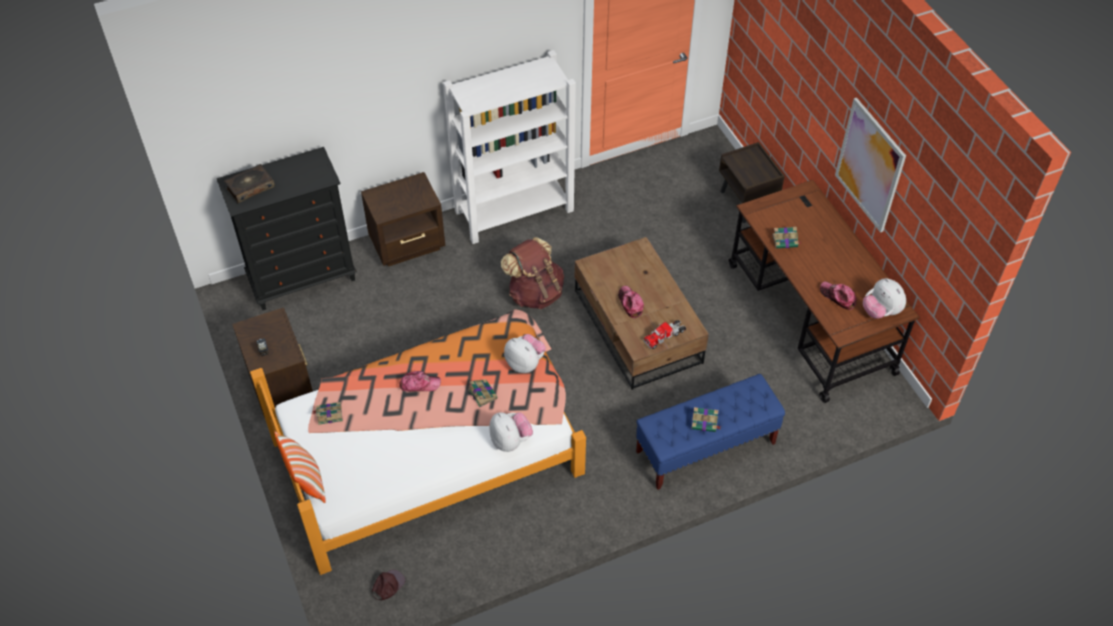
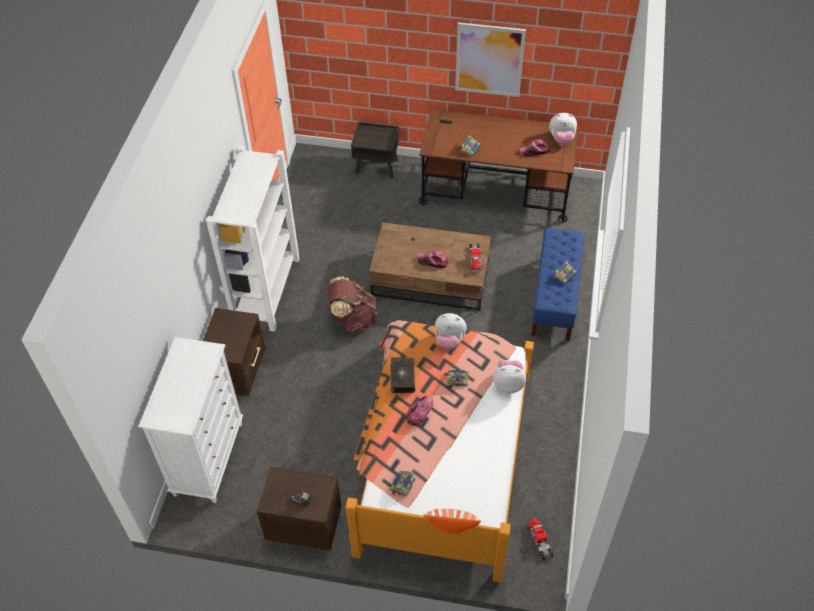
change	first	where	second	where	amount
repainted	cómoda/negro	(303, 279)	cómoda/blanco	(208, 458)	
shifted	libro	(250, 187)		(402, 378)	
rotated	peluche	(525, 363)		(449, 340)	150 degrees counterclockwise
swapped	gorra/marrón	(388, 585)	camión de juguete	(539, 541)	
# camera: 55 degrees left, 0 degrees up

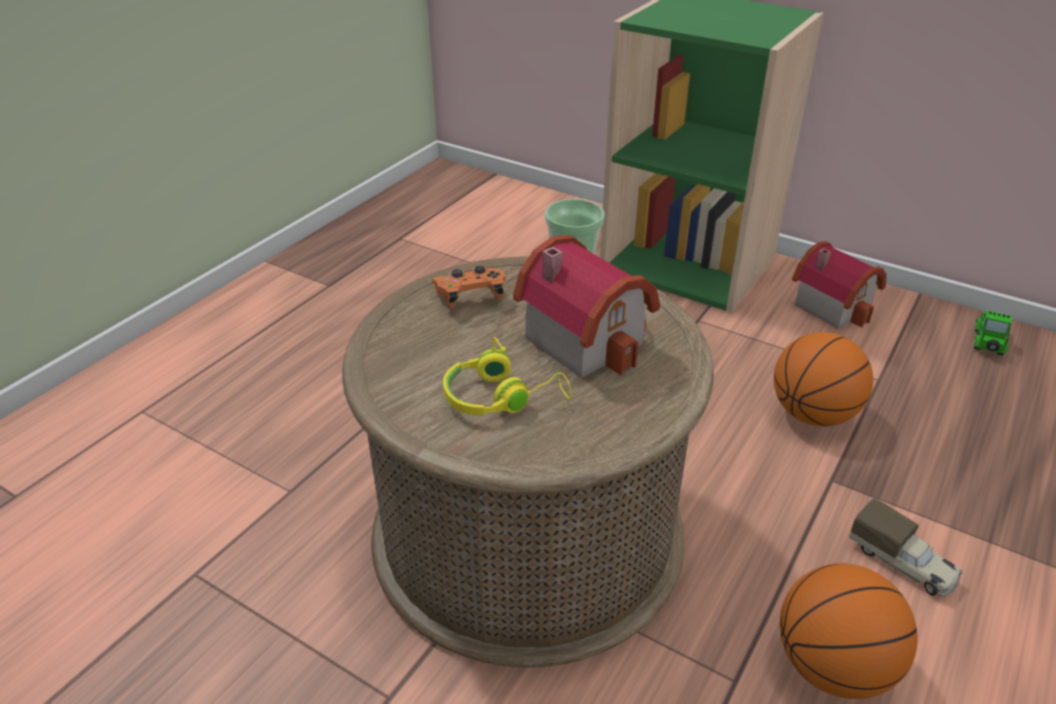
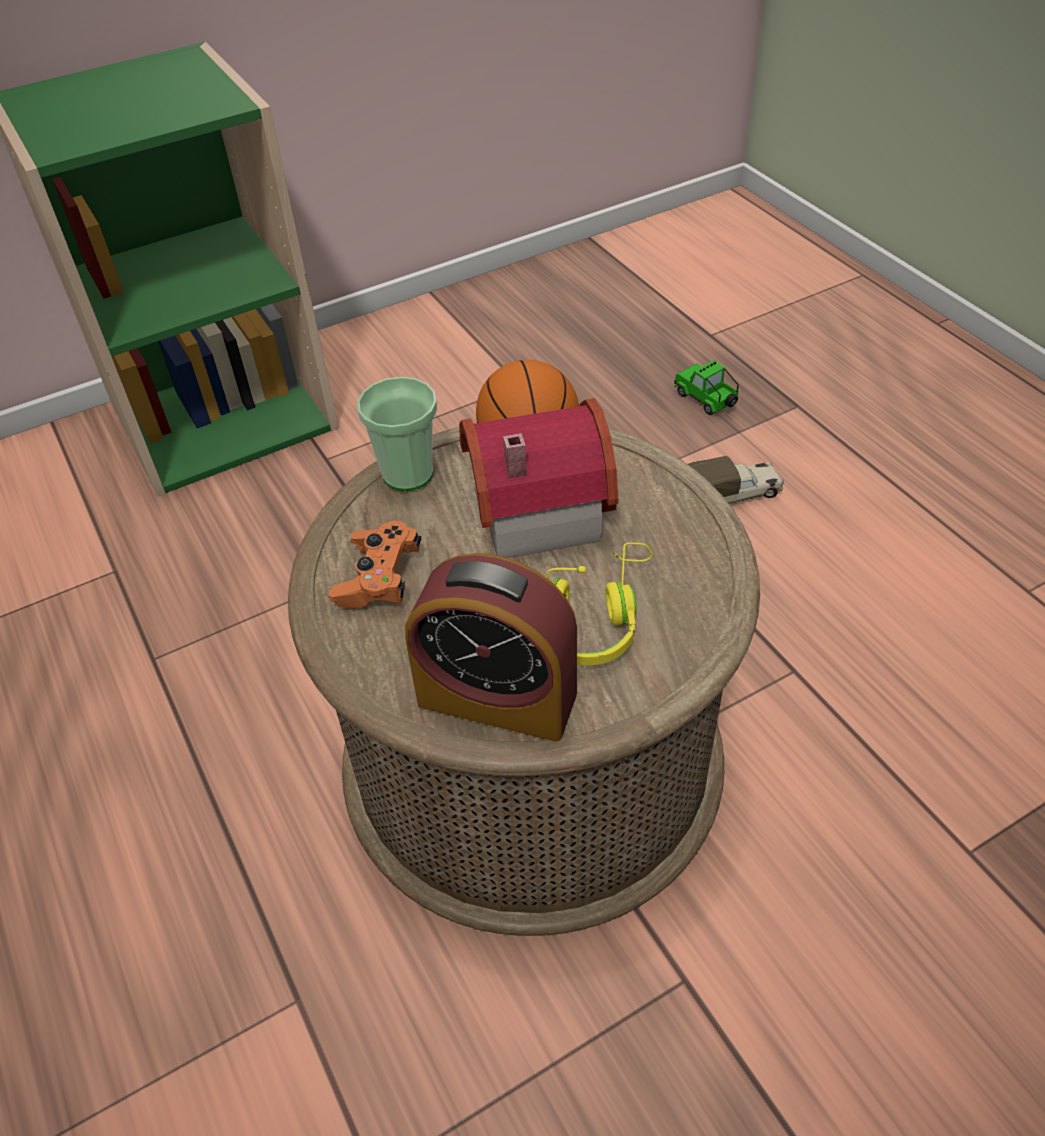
change	first	where	second	where	amount
new			despertador	(497, 698)	
shifted	coche de juguete	(988, 343)		(707, 400)	
gone	balón de baloncesto	(832, 666)			
gone	casita	(833, 304)			
# camera: 60 degrees left, 10 degrees up

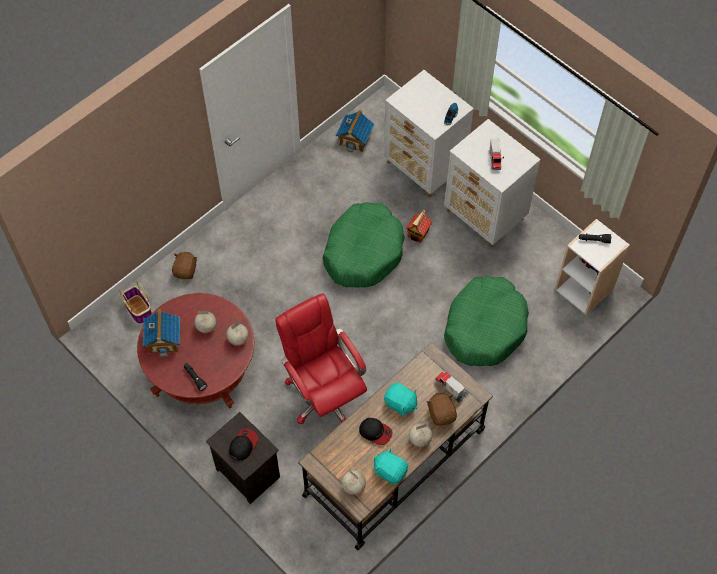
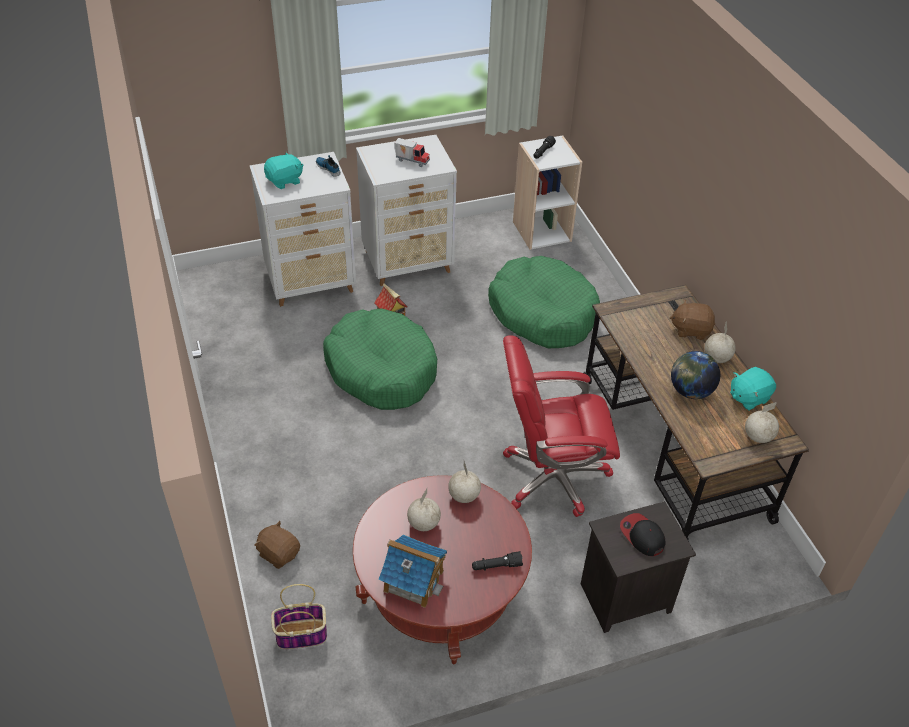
change	first	where	second	where	amount
shifted	peluche/turquesa	(400, 403)		(285, 181)	
swapped	gorra	(375, 432)	globo terráqueo	(690, 391)	
gone	casita	(355, 139)			
gone	camión de juguete	(448, 388)			
# camera: 65 degrees left, 15 degrees down

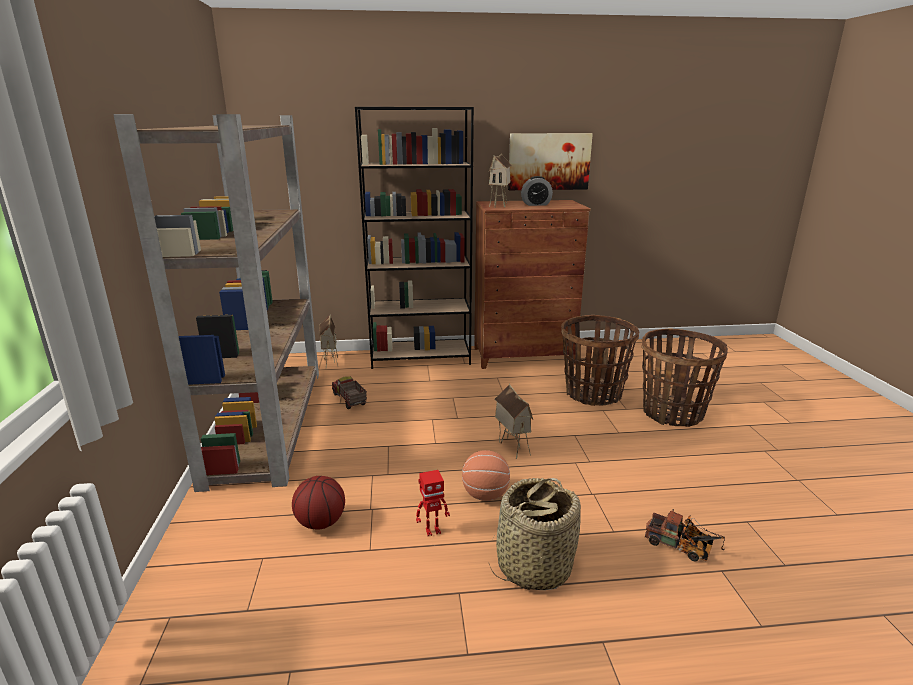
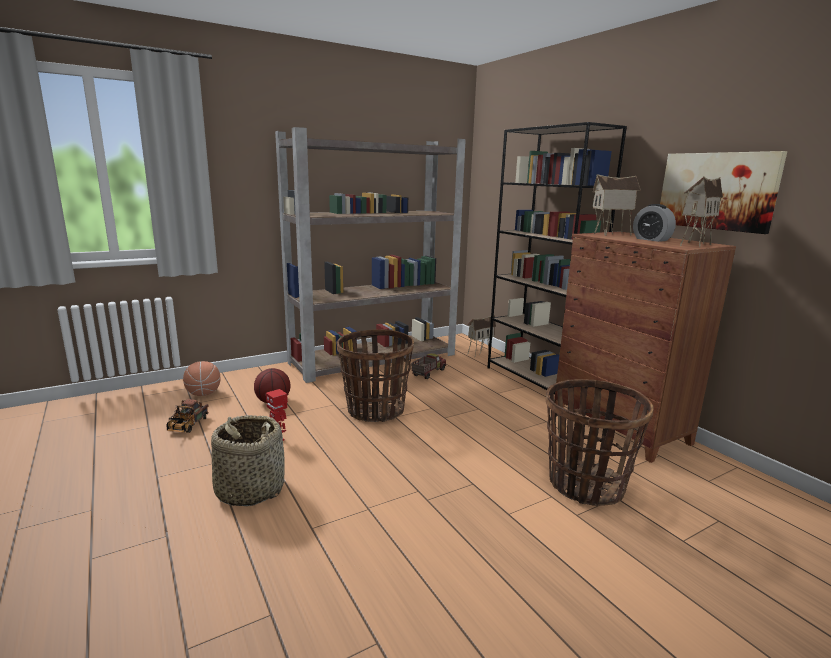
change	first	where	second	where	amount
shifted	camión de juguete	(681, 547)		(186, 426)	
shifted	balón de baloncesto	(485, 494)		(203, 394)	
shifted	cesta	(672, 413)		(375, 410)	
shifted	casita	(512, 447)		(693, 244)	
# camera: 65 degrees right, 5 degrees down

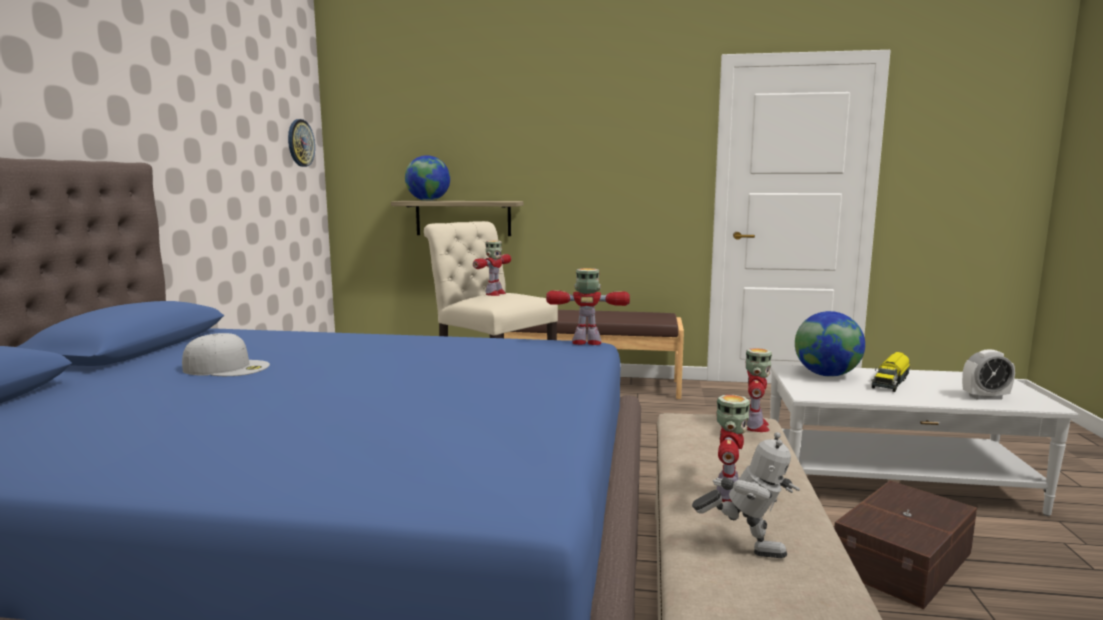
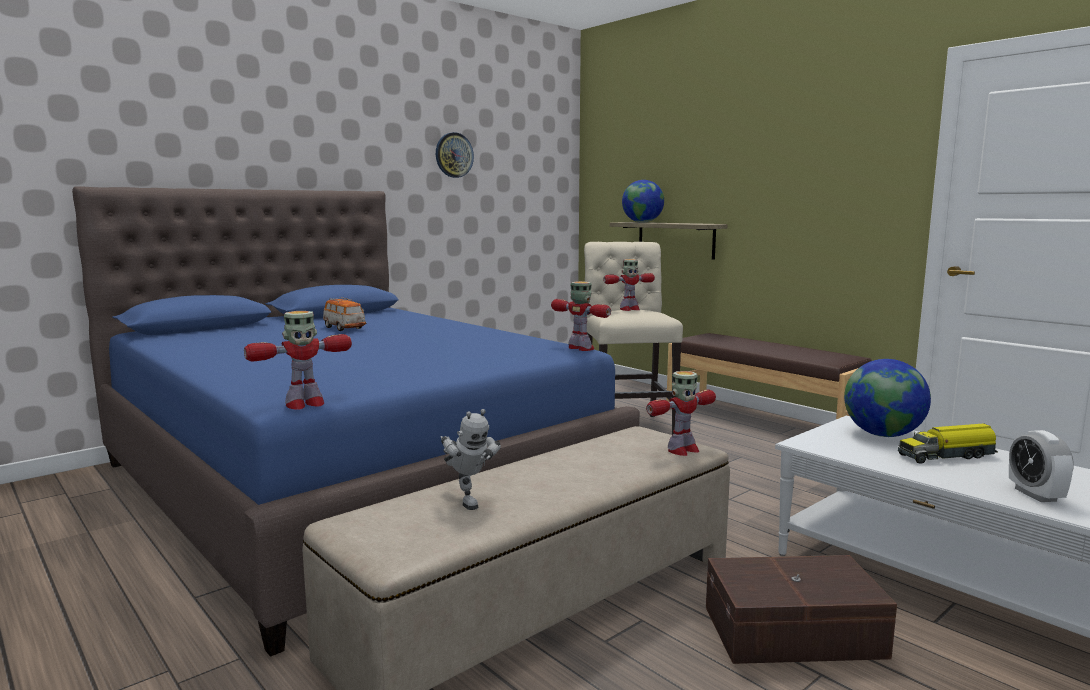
change	first	where	second	where	amount
shifted	robot de juguete	(729, 494)		(304, 404)	
swapped	gorra/blanco	(227, 367)	coche de juguete	(344, 328)	
shifted	reloj de pared	(300, 143)		(454, 155)	
rotated	despertador	(985, 397)		(1035, 495)	45 degrees clockwise
# camera: 40 degrees right, 0 degrees up

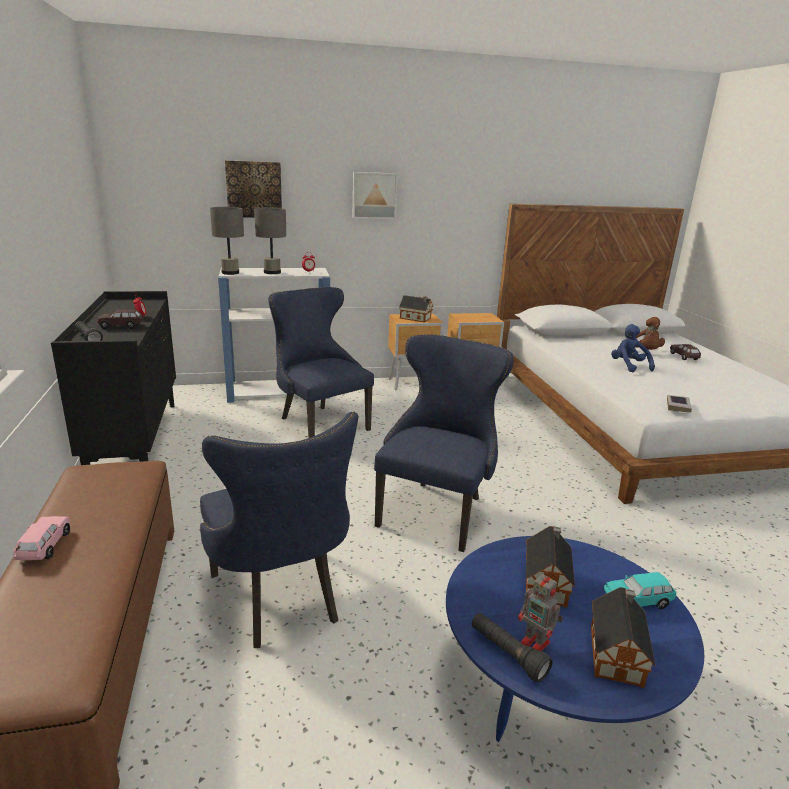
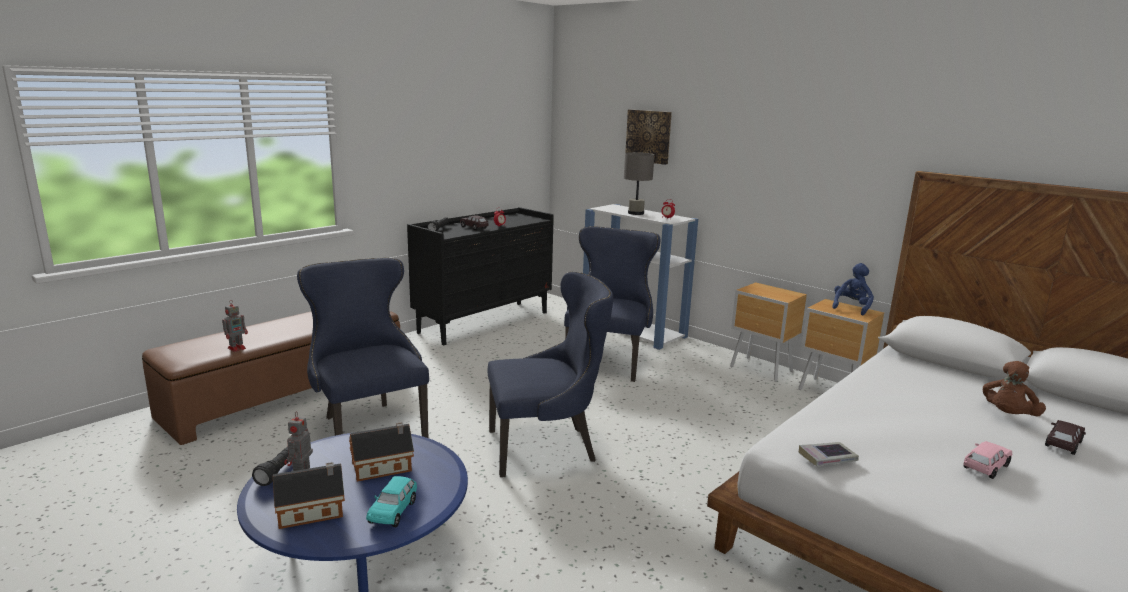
change	first	where	second	where	amount
new			robot de juguete	(237, 348)	
rotated	silla/azul	(280, 598)		(369, 427)	120 degrees clockwise
rotated	coche de juguete/turquesa	(637, 601)		(393, 511)	120 degrees counterclockwise
shifted	peluche/azul	(628, 366)		(851, 307)	
shifted	coche de juguete/rosa	(44, 546)		(985, 467)	
gone	lámpara de mesa/gris	(230, 273)			
gone	cuadro	(374, 195)			
gone	casita	(416, 318)			
# camera: 55 degrees right, 5 degrees down

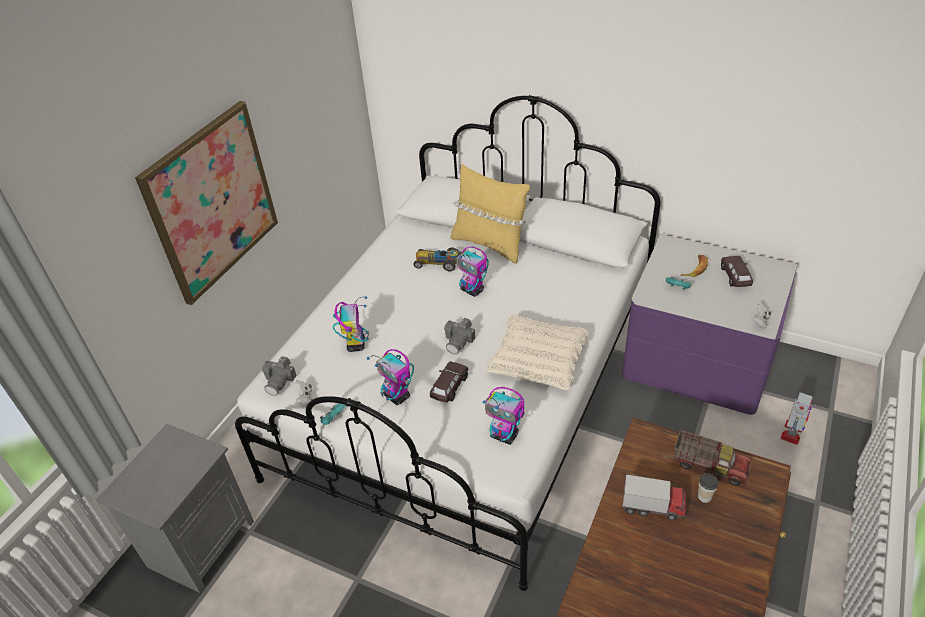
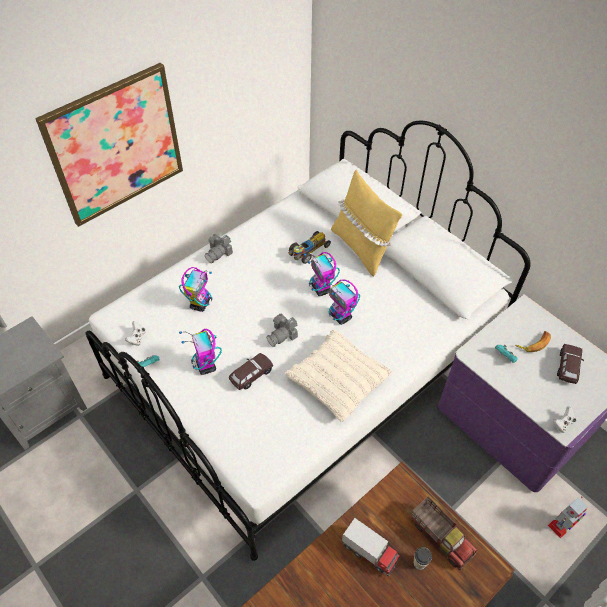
change	first	where	second	where	amount
shifted	cámara	(280, 381)		(219, 253)	
rotated	coche de juguete	(439, 263)		(308, 251)	105 degrees clockwise
shifted	robot de juguete	(505, 435)		(341, 317)	
# camera: 20 degrees right, 10 degrees up

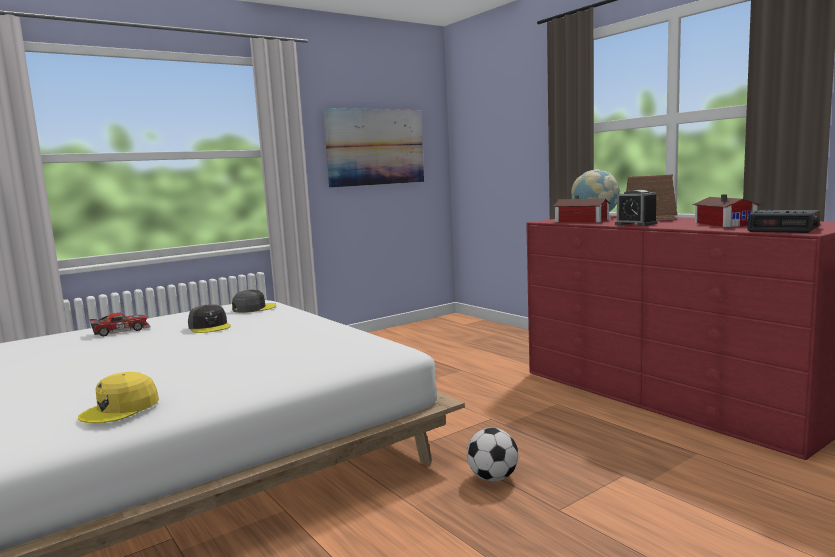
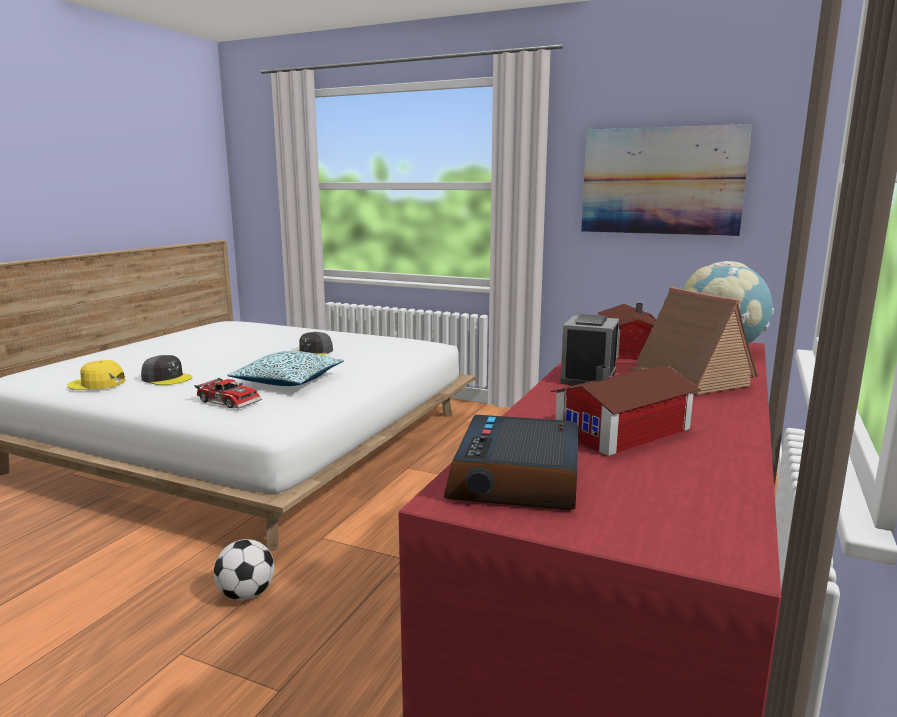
change	first	where	second	where	amount
shifted	gorra/gris	(254, 308)		(167, 378)	
shifted	coche de juguete	(121, 330)		(230, 400)	
new			cojín	(288, 381)	
# camera: 60 degrees right, 5 degrees up

